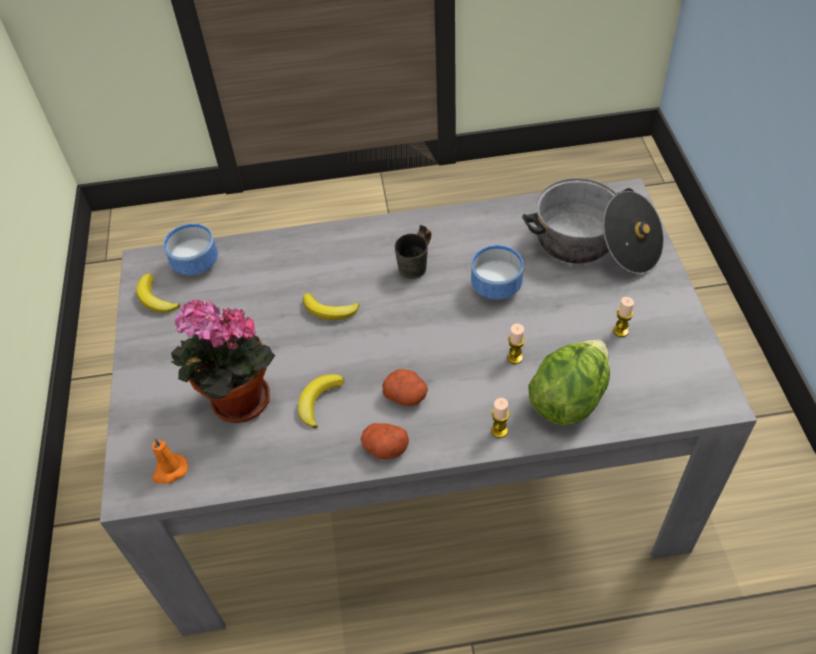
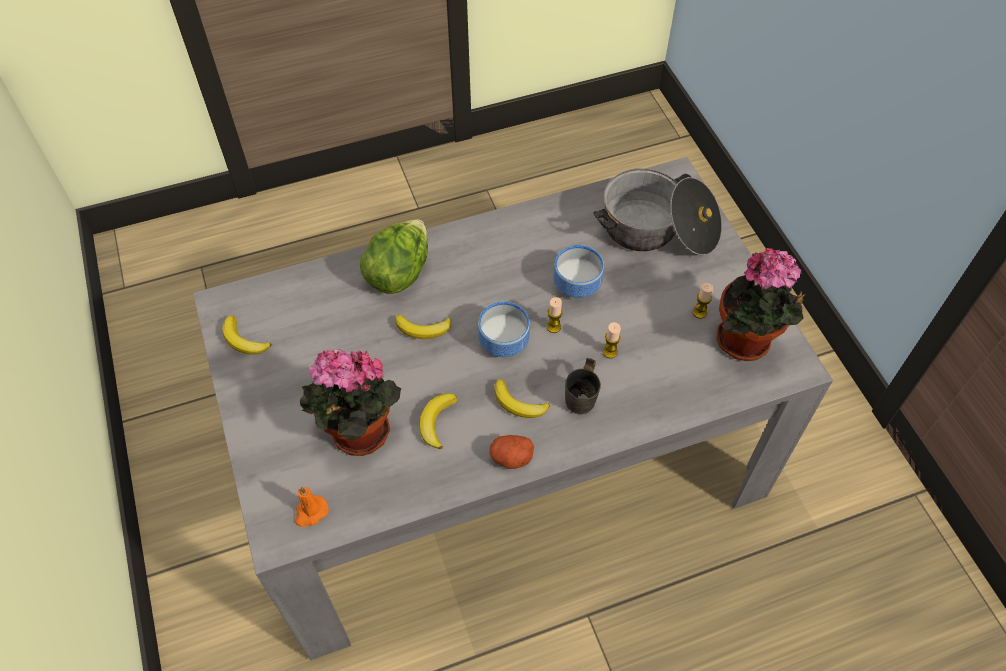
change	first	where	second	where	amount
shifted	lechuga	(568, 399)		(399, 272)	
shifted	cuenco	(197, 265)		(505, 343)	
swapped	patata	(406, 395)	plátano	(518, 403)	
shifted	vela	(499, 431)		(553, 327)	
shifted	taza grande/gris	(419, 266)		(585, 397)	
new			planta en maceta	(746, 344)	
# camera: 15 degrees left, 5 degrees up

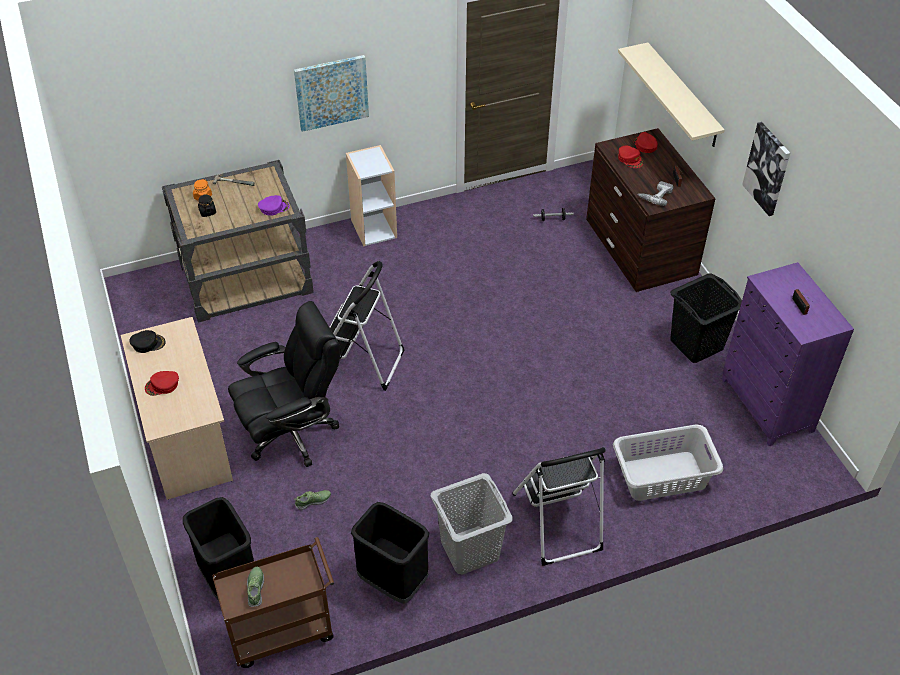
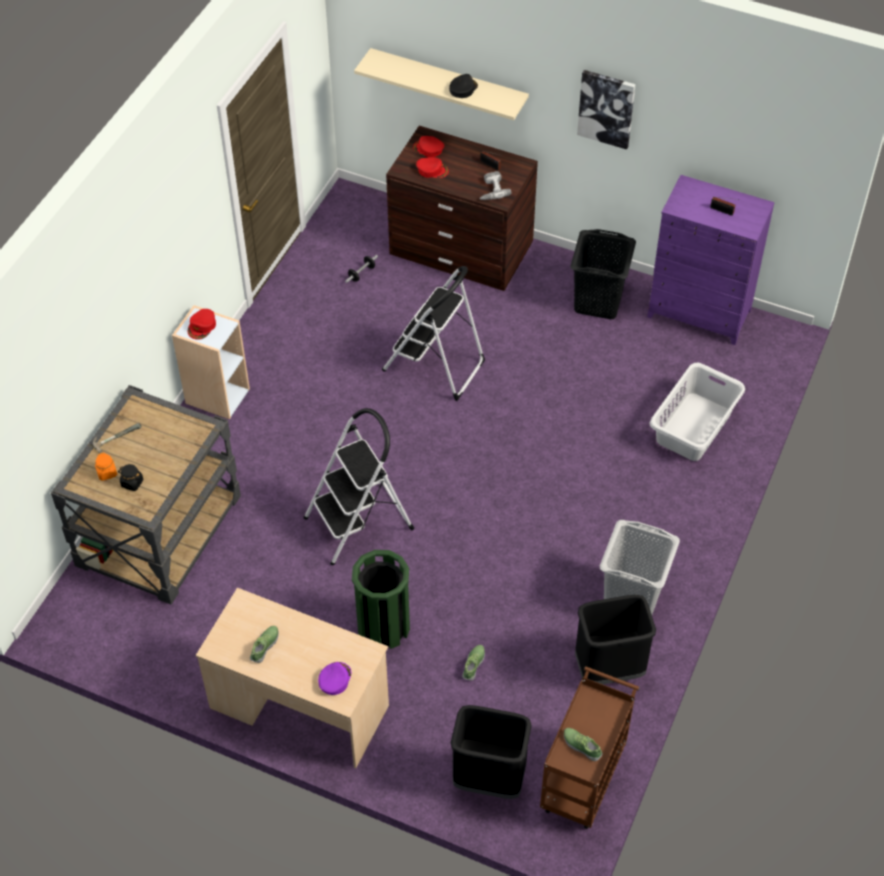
change	first	where	second	where	amount
shifted	gorra/rojo	(162, 385)		(202, 326)	
new			zapato	(265, 646)	
shifted	gorra/morado	(274, 207)		(334, 679)	
swapped	silla de oficina/negro	(291, 432)	papelera/verde	(383, 627)	
shifted	escalera de tijera	(557, 524)		(435, 367)	
shifted	gorra/negro	(148, 343)		(463, 89)	
gone	cuadro	(331, 92)			
# camera: 45 degrees left, 5 degrees up

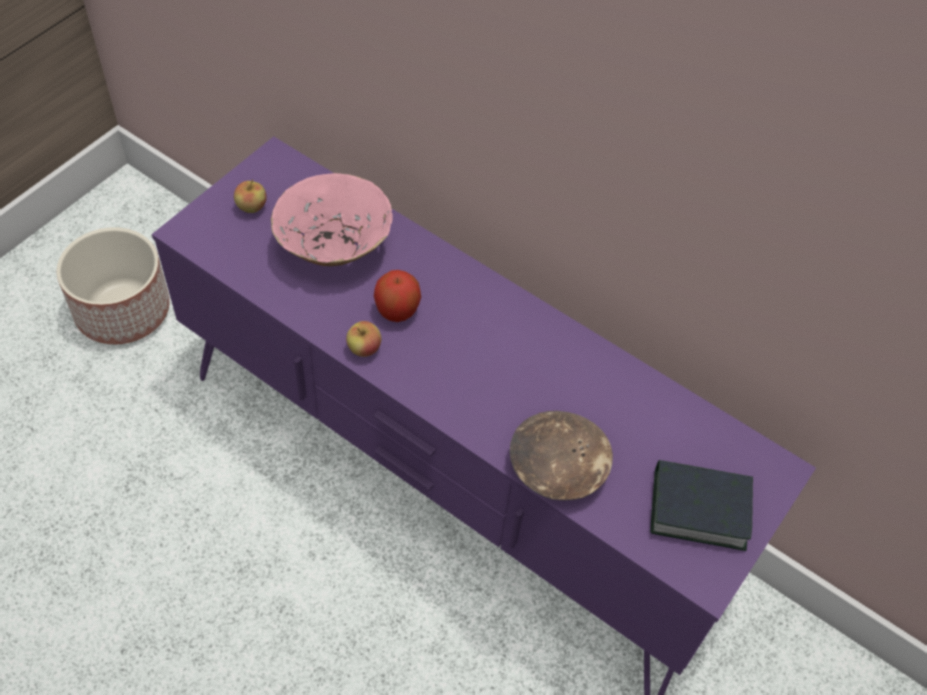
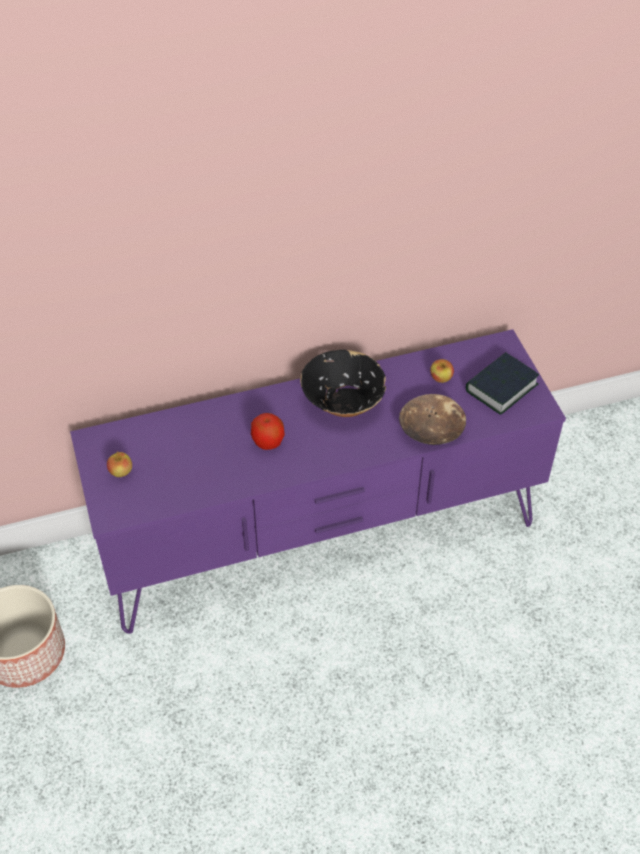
change	first	where	second	where	amount
new			cuenco/negro	(343, 403)	
shifted	manzana	(364, 349)		(441, 378)	
gone	cuenco/rosa	(333, 246)			
# camera: 50 degrees left, 5 degrees down

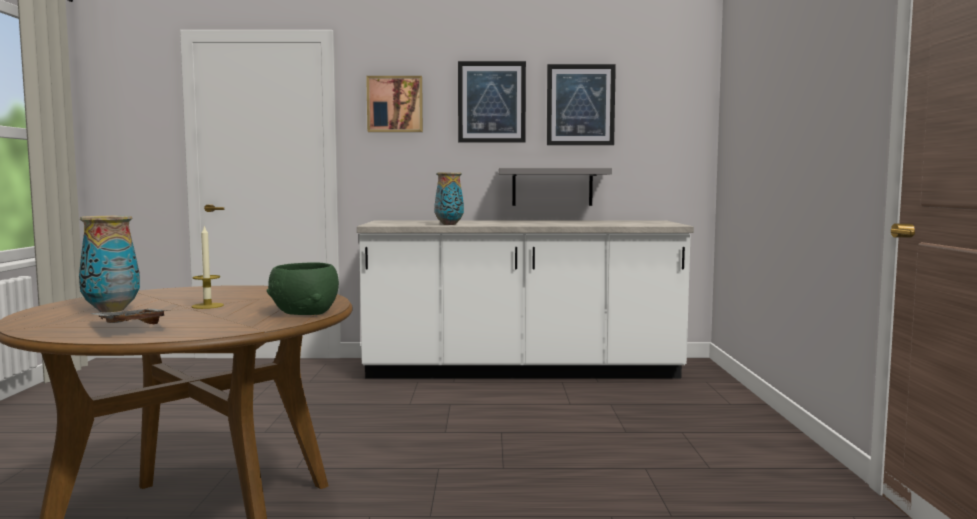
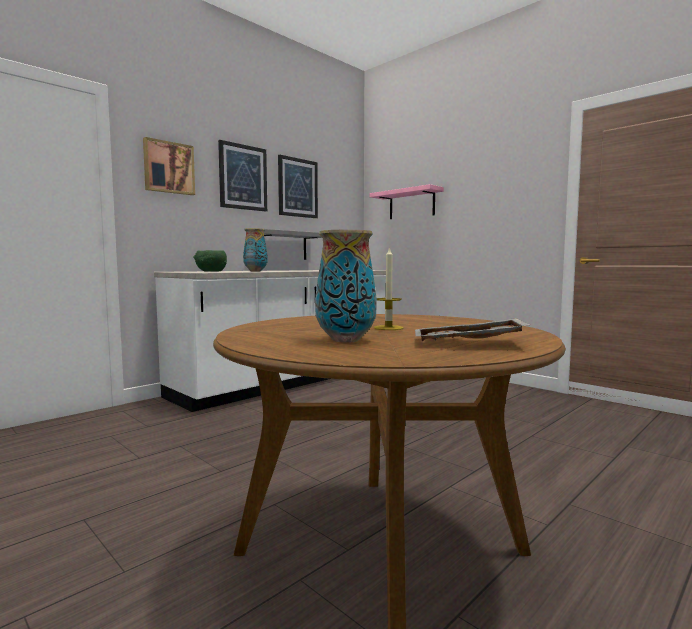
change	first	where	second	where	amount
shifted	cuenco/verde	(304, 313)		(211, 271)	
new			estante/rosa	(411, 204)	
# camera: 45 degrees left, 0 degrees up

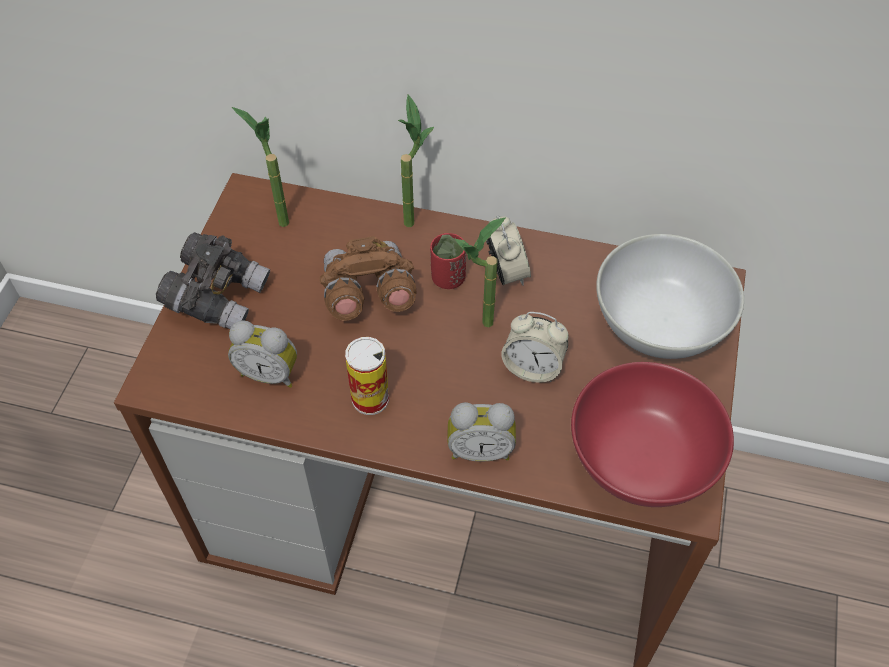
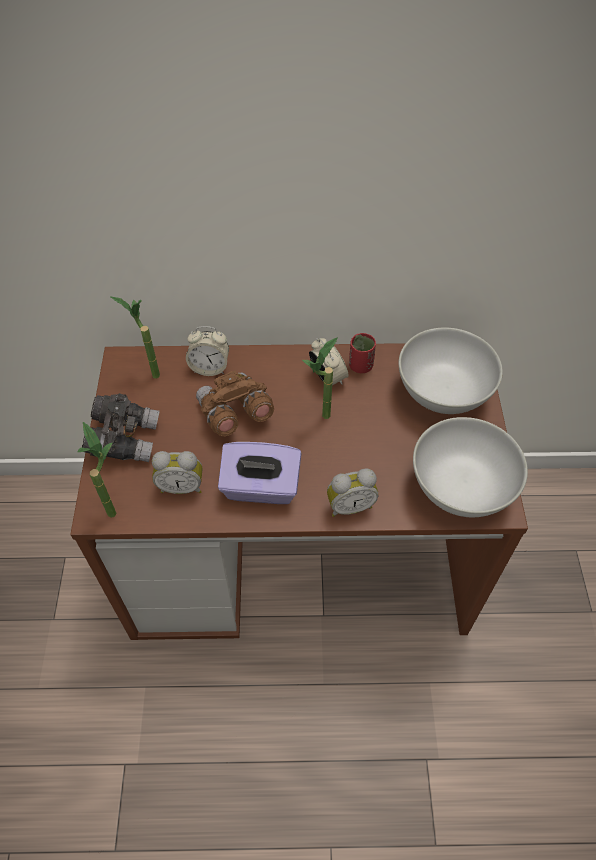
change	first	where	second	where	amount
shifted	planta en maceta	(412, 215)		(113, 505)	
shifted	despertador	(532, 367)		(210, 367)	
swapped	lata	(370, 398)	caja de pañuelos/morado	(261, 487)	
shifted	taza/rojo	(448, 278)		(360, 365)	
repainted	cuenco/rojo	(639, 462)	cuenco/blanco	(459, 488)	
# camera: 15 degrees left, 0 degrees up

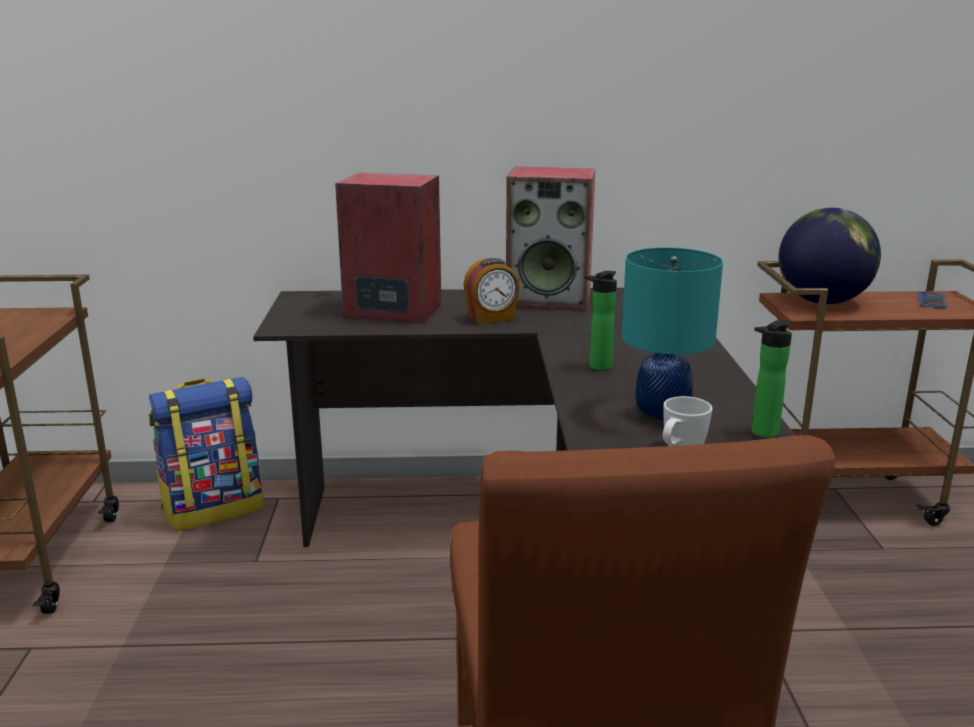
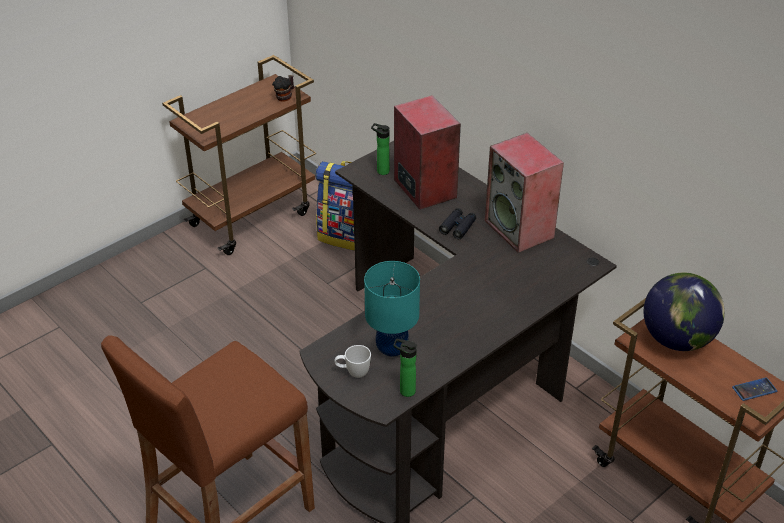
change	first	where	second	where	amount
new			taza grande	(285, 96)	
shifted	botella	(597, 367)		(381, 171)	
swapped	despertador	(491, 318)	prismáticos/negro	(458, 227)	
# camera: 50 degrees right, 20 degrees up

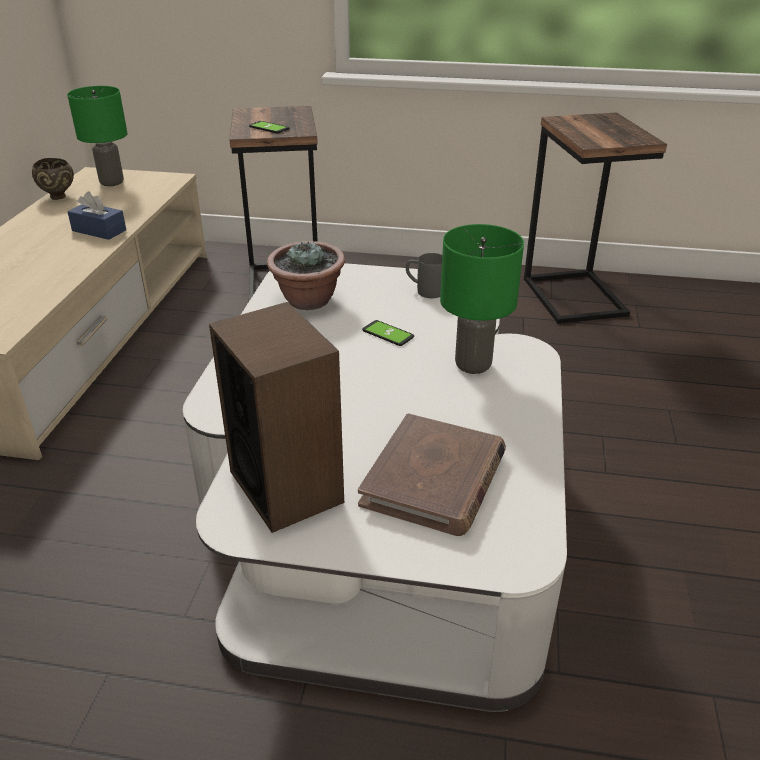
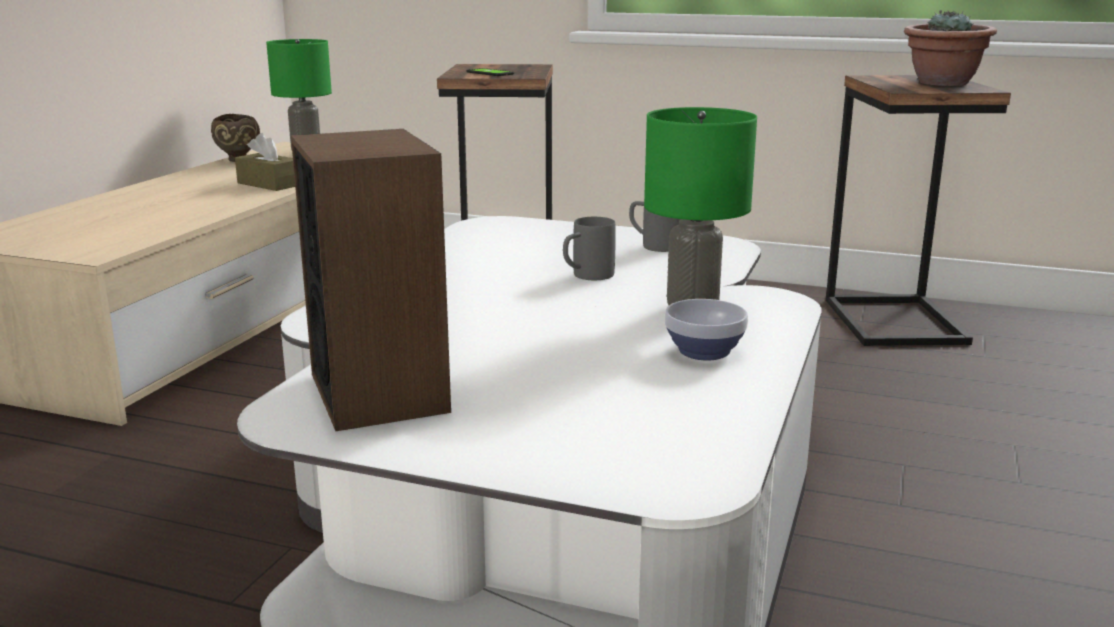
change	first	where	second	where	amount
repainted	caja de pañuelos/azul	(99, 230)	caja de pañuelos/marrón	(269, 184)	
swapped	móvil	(388, 334)	taza grande/gris	(586, 276)	
new			cuenco	(706, 351)	
shifted	planta en maceta	(308, 301)		(943, 83)	
gone	libro/marrón	(434, 479)			
# camera: 10 degrees right, 15 degrees down

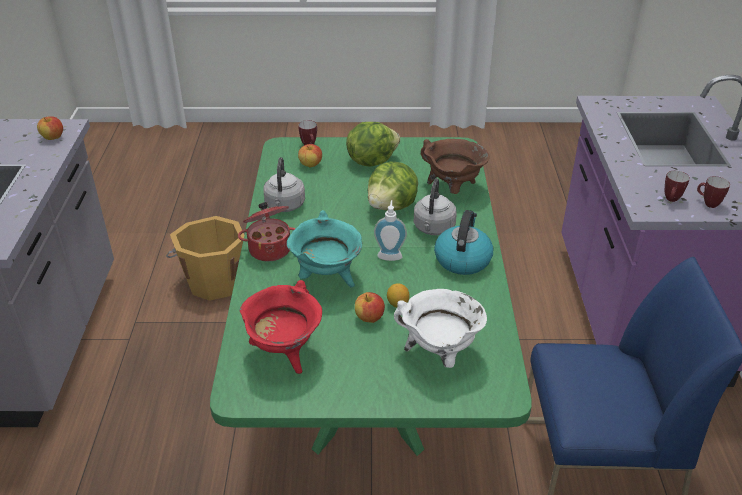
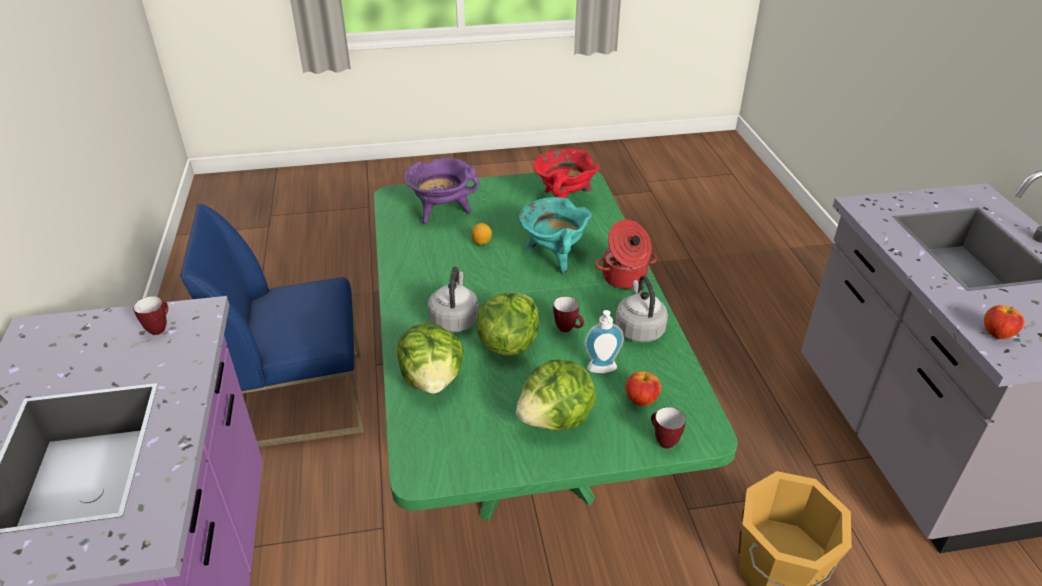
change	first	where	second	where	amount
swapped	olla/marrón	(453, 189)	lechuga	(432, 380)	
repainted	olla/blanco	(439, 354)	olla/morado	(442, 212)	
shifted	taza grande	(707, 203)		(568, 329)	
shifted	dispensador de jabón	(390, 255)		(602, 371)	
gone	manzana	(369, 318)			
gone	hervidor	(462, 259)			
# camera: 170 degrees right, 0 degrees up

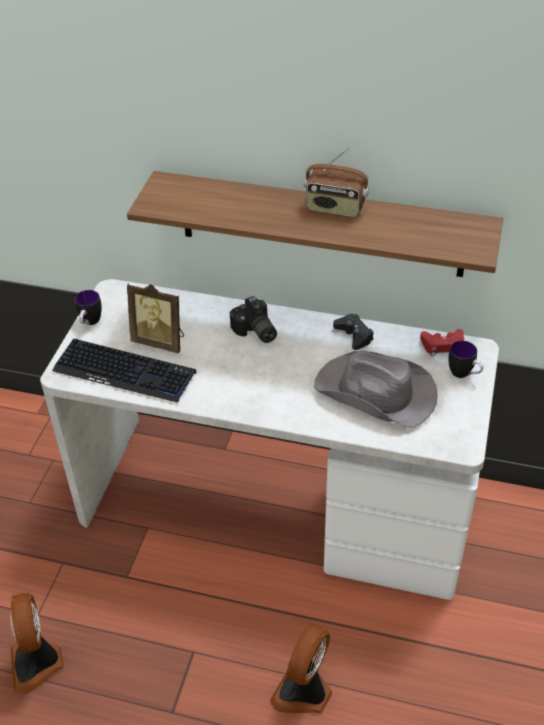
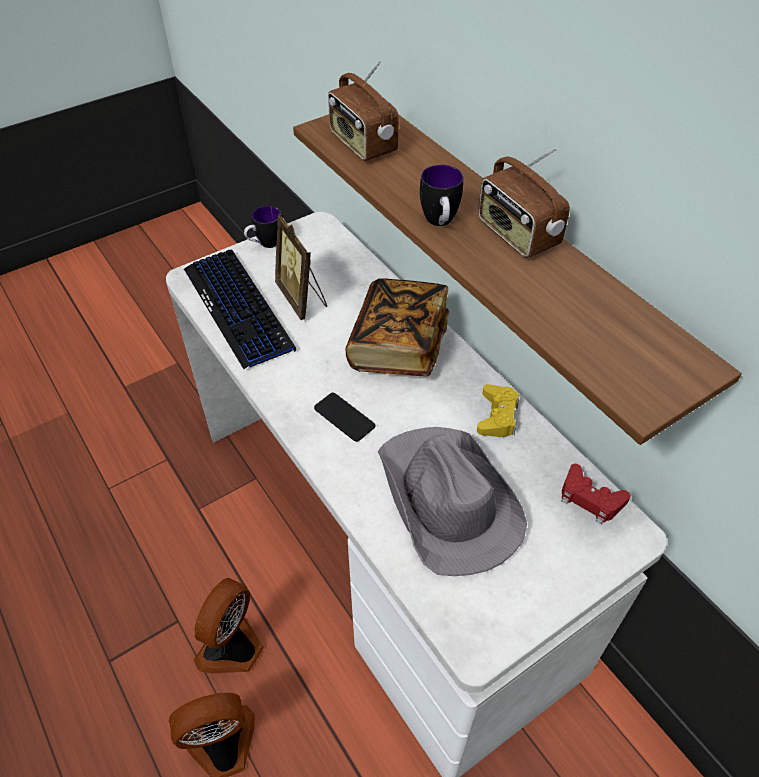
change	first	where	second	where	amount
shifted	ventilador	(37, 663)		(233, 648)	
new			móvil	(344, 417)	
new			radio	(362, 144)	
swapped	cámara	(255, 332)	libro	(398, 345)	
shifted	taza grande	(464, 374)		(440, 223)	
repainted	mando de consola/negro	(354, 335)	mando de consola/amarillo	(497, 416)	
# camera: 40 degrees right, 5 degrees up

